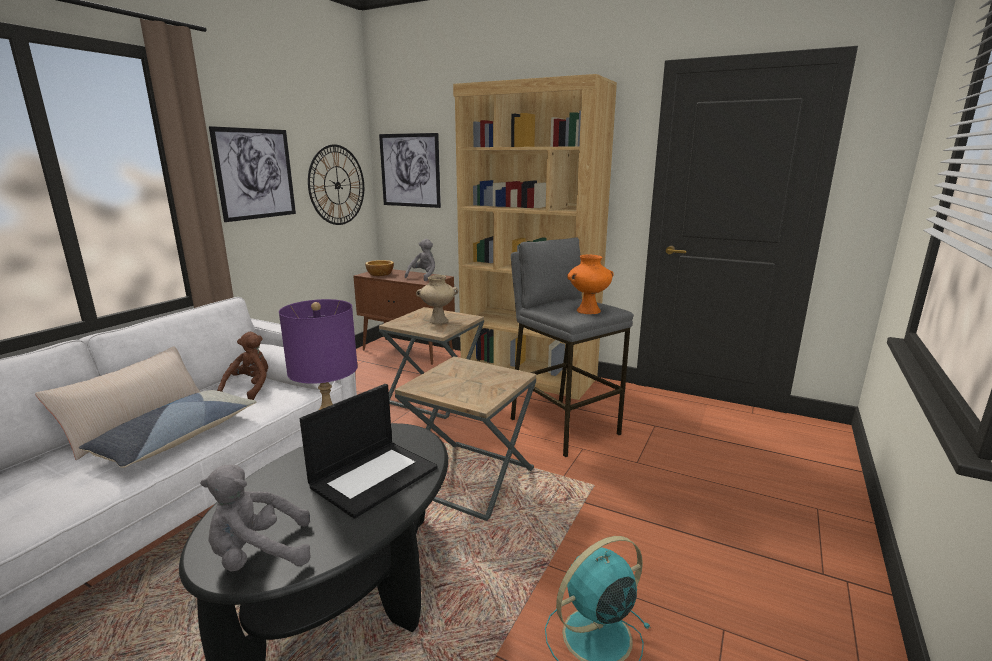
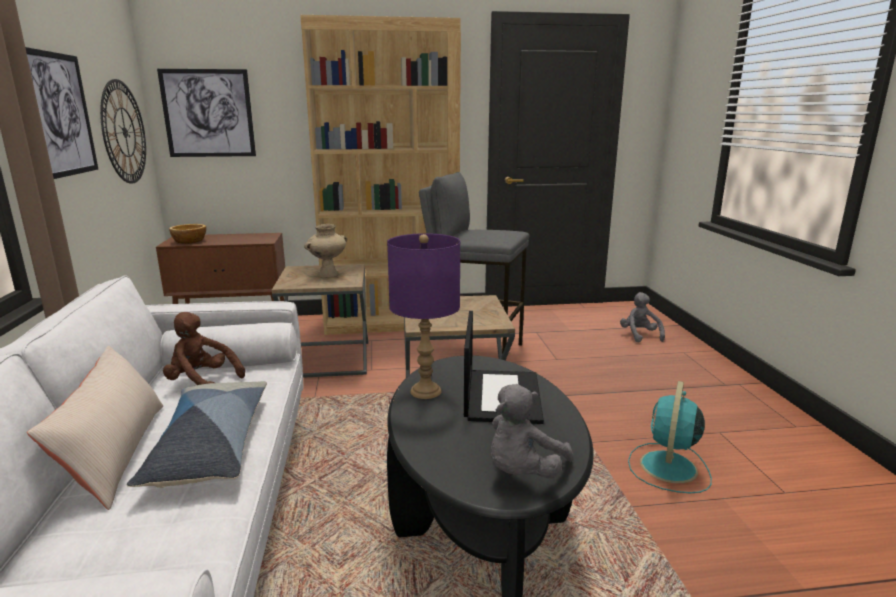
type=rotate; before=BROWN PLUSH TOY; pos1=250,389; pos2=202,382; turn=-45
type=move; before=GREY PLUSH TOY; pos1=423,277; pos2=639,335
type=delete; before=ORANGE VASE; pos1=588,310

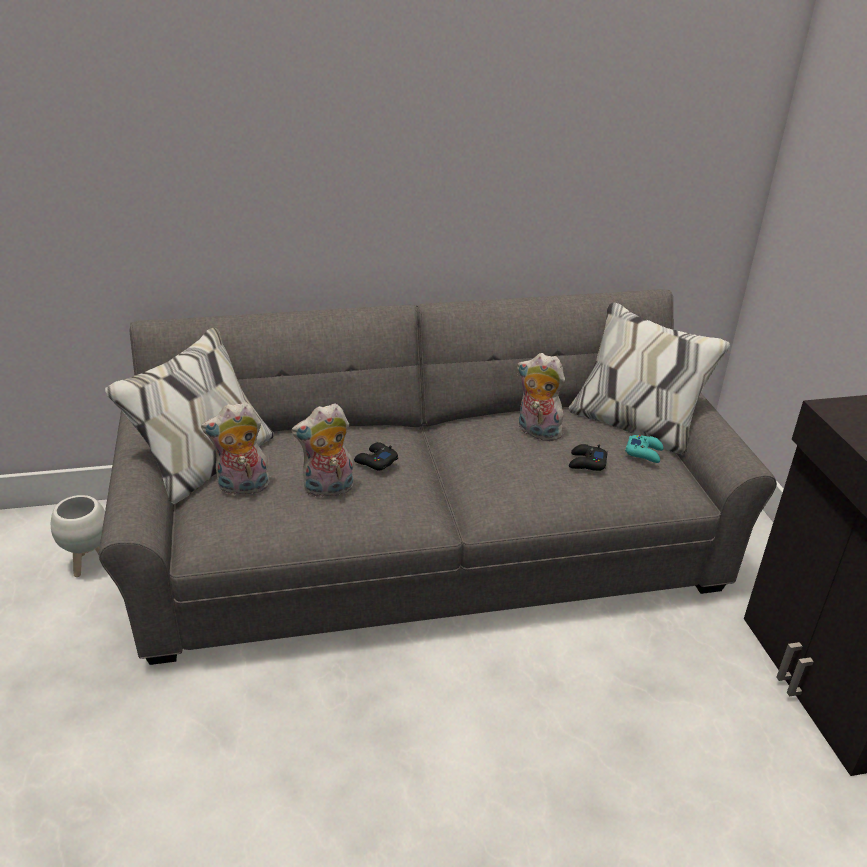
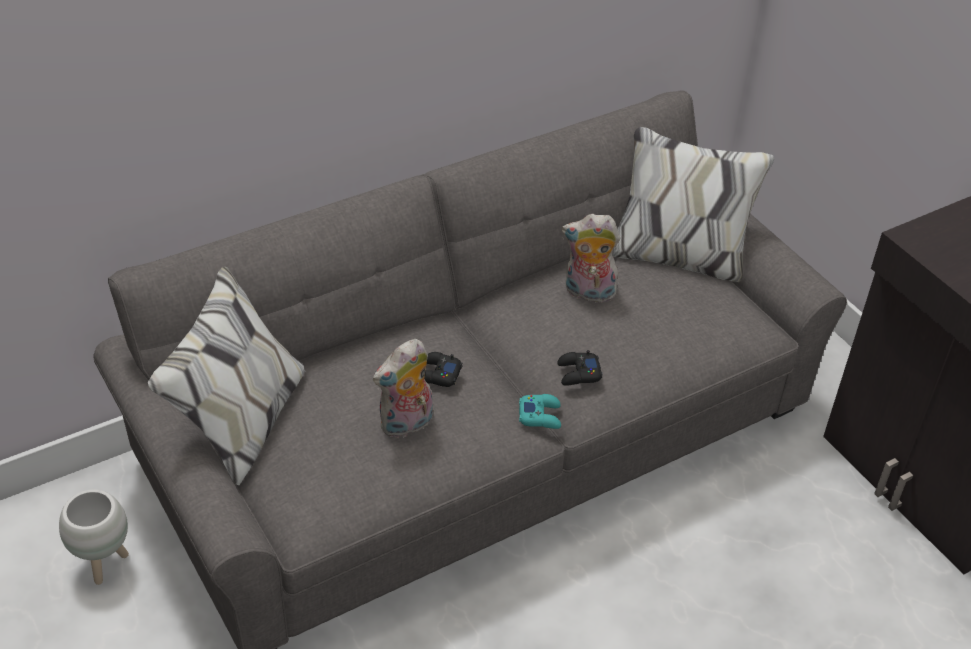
type=move; before=TURQUOISE GAME CONTROLLER; pos1=644,452; pos2=540,415
type=move; before=BLACK GAME CONTROLLER; pos1=586,463; pos2=578,373
type=delete; before=PLUSH TOY; pos1=242,488

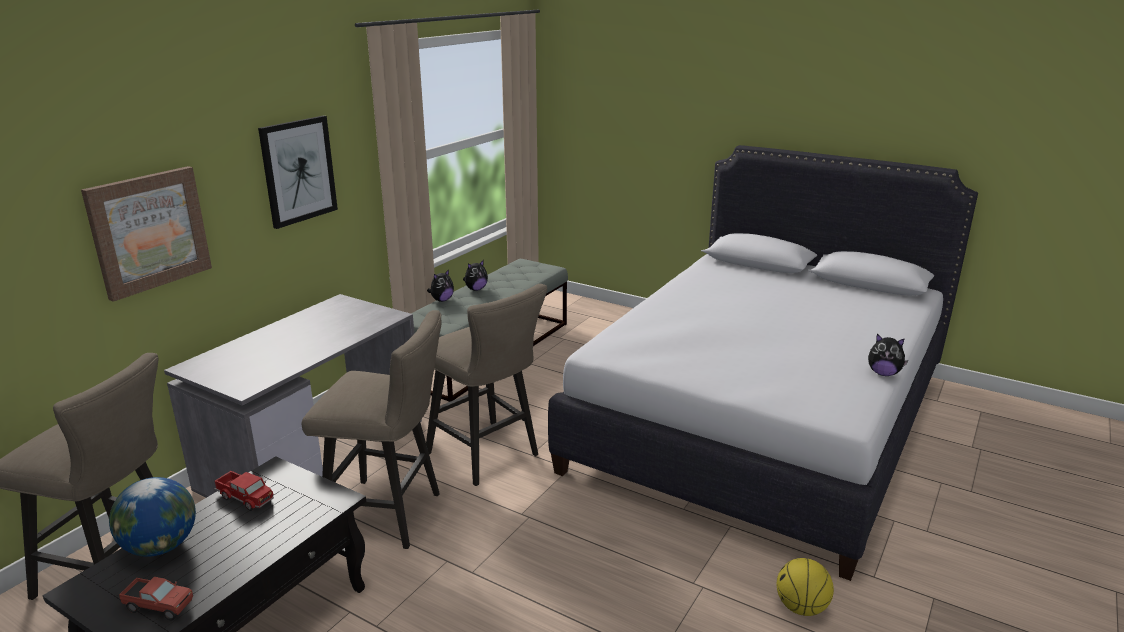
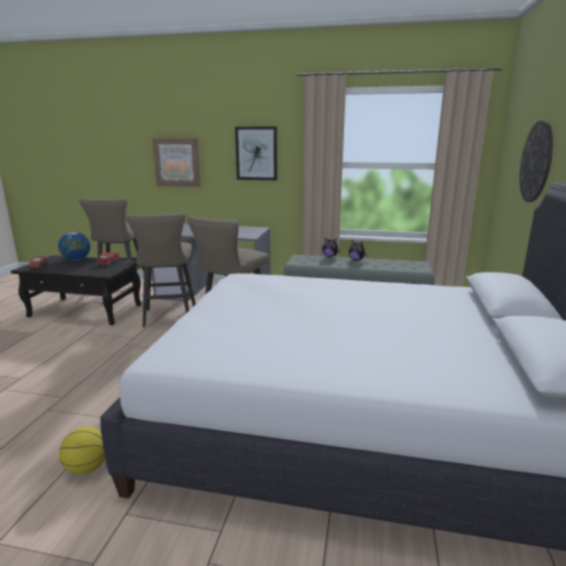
type=insert; after=WALL CLOCK; pos2=536,162
type=delete; before=PLUSH TOY; pos1=883,373

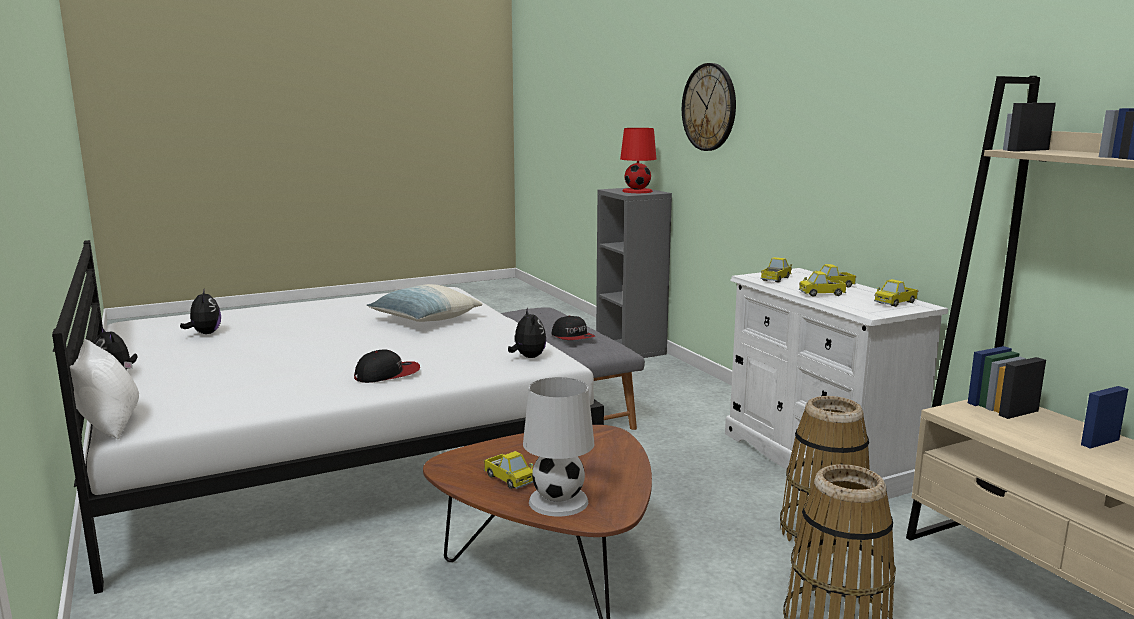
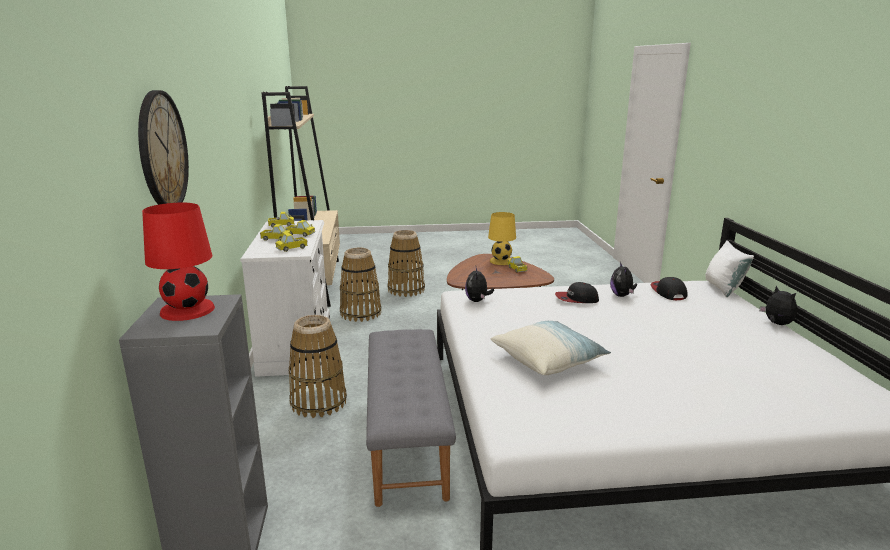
type=insert; after=BASKET; pos2=319,402
type=recolor; before=WHITE TABLE LAMP; after=YELLOW TABLE LAMP; pos1=559,501; pos2=501,261
type=move; before=PLUSH TOY; pos1=205,333; pos2=622,295
type=move; before=CAP; pos1=573,337; pos2=668,292

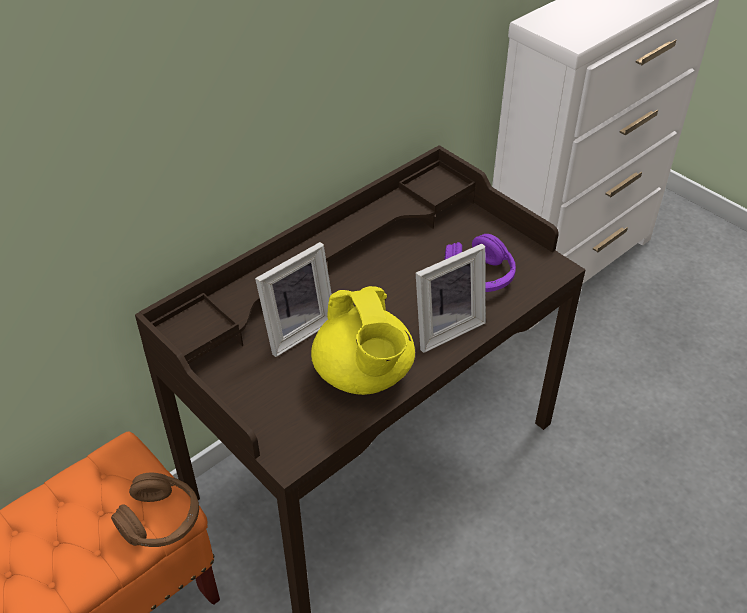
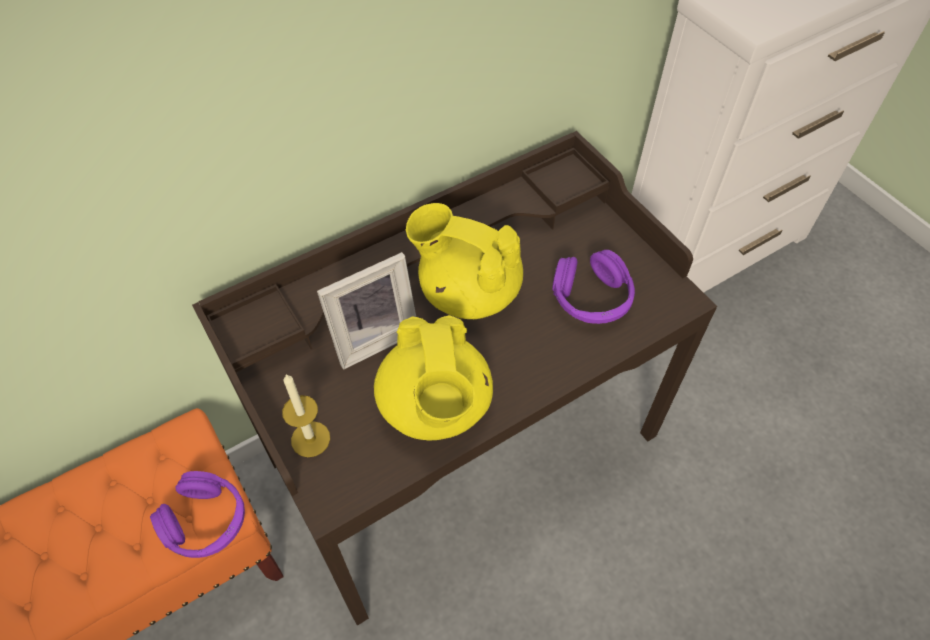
type=recolor; before=BROWN HEADPHONES; after=PURPLE HEADPHONES; pos1=161,520; pos2=206,521
type=insert; after=CANDLE; pos2=310,439
type=insert; after=YELLOW TEAPOT; pos2=468,291
type=delete; before=PICTURE FRAME; pos1=445,327

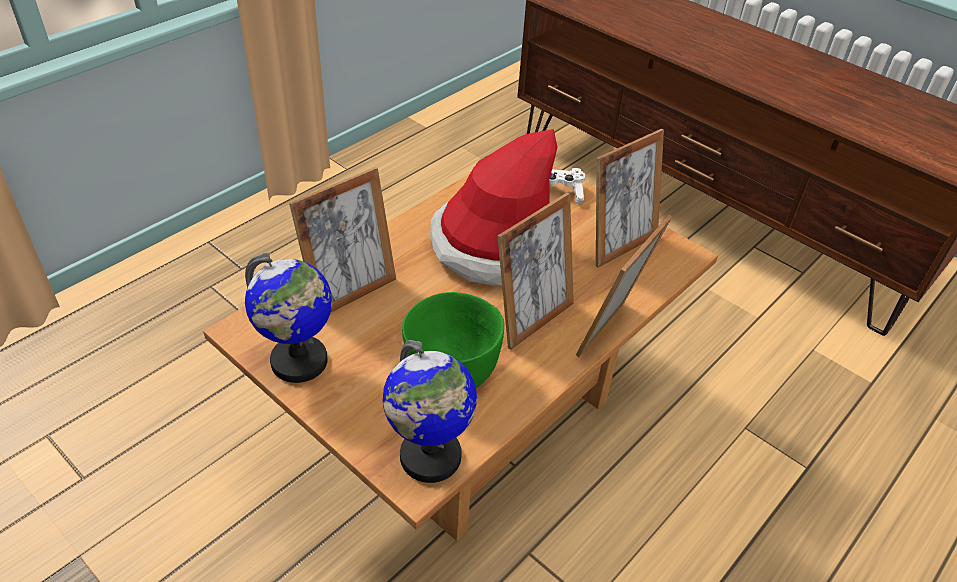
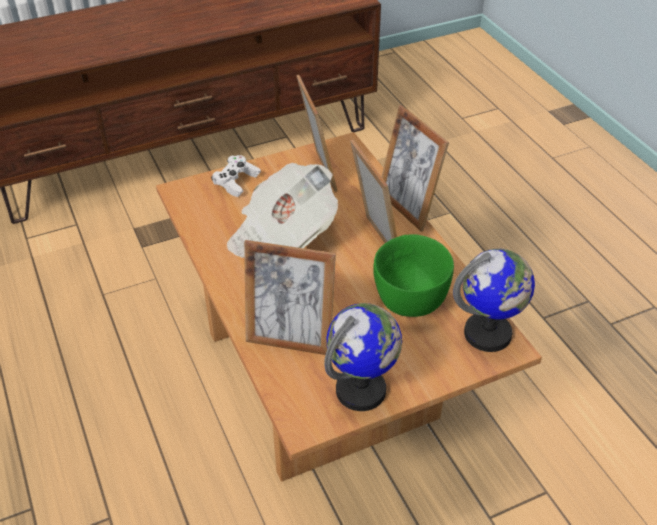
type=replace; before=HAT; after=NEWSPAPER; pos1=494,246; pos2=281,237
type=rotate; before=PICTURE FRAME; pos1=350,291; pos2=290,339; turn=120

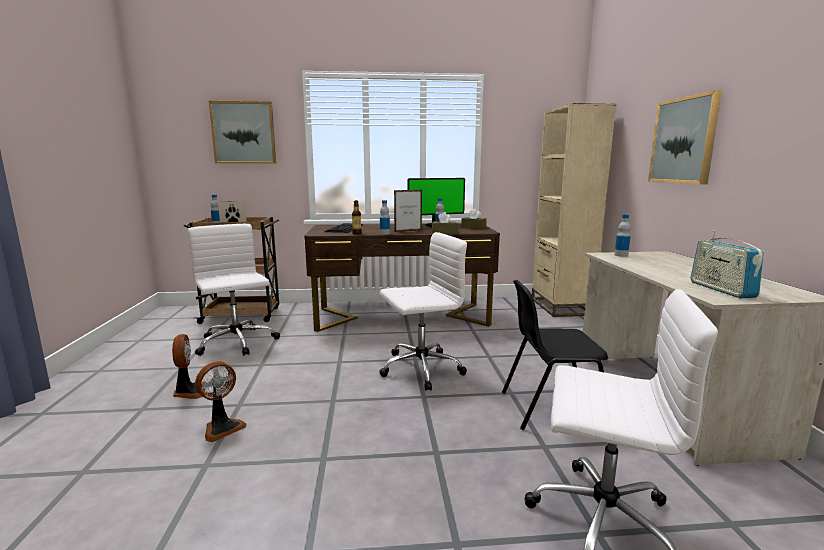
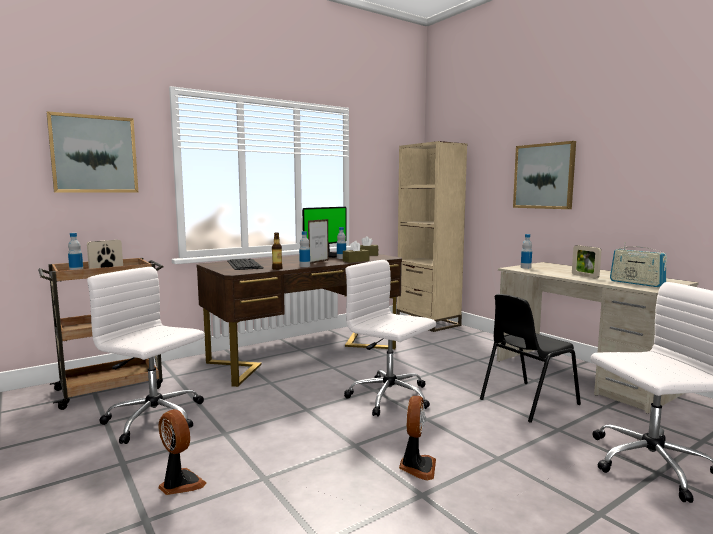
type=rotate; before=WHITE OFFICE CHAIR; pos1=419,369; pos2=390,397; turn=-90
type=move; before=FAN; pos1=222,428; pos2=417,467
type=insert; after=PICTURE FRAME; pos2=585,276

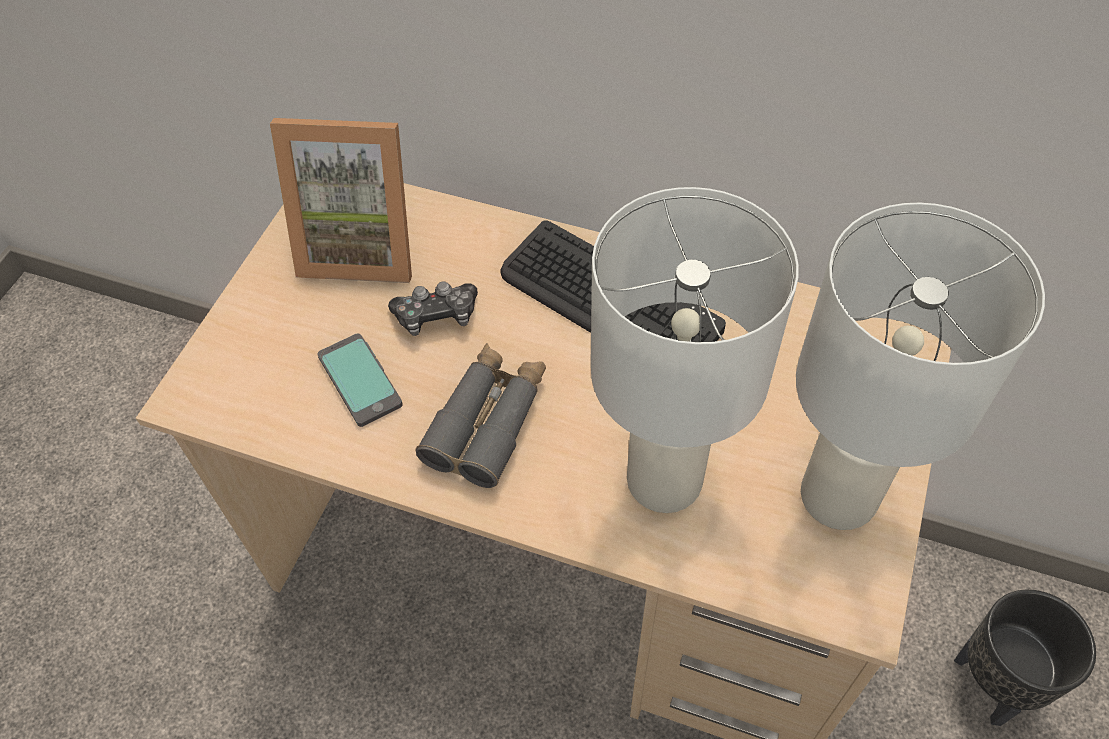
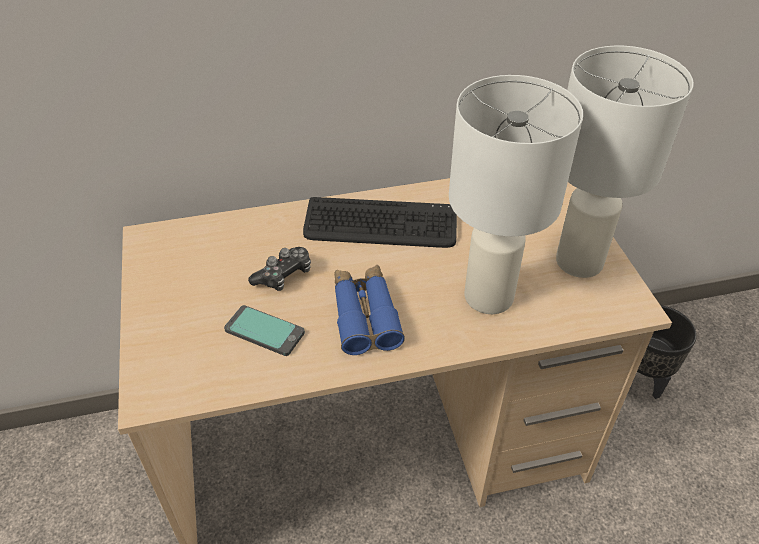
type=recolor; before=GREY BINOCULARS; after=BLUE BINOCULARS; pos1=487,422; pos2=365,315
type=delete; before=PICTURE FRAME; pos1=361,246

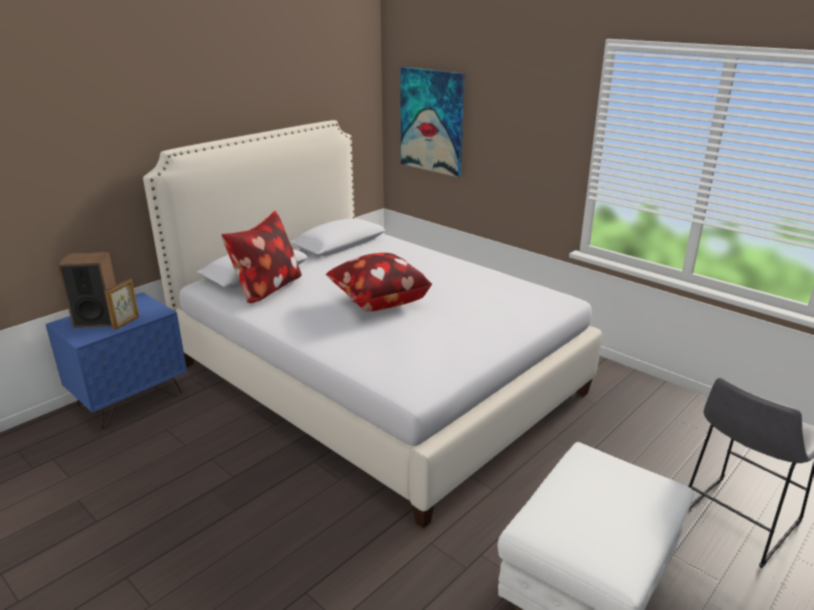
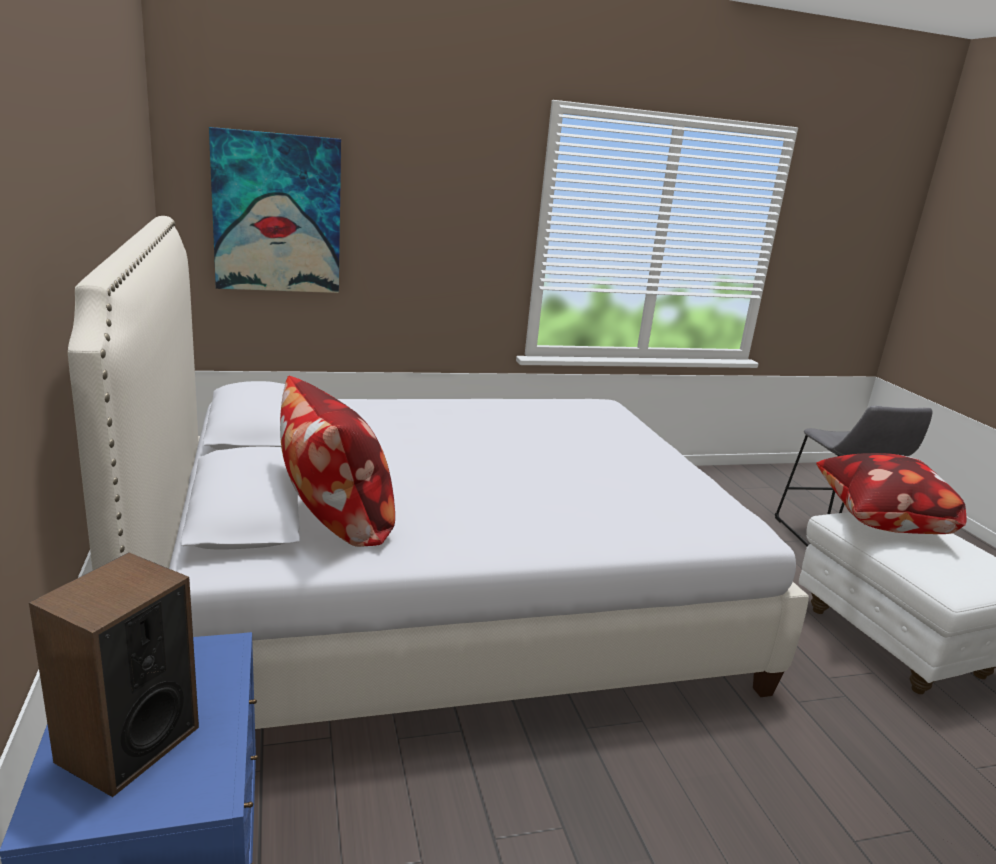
type=move; before=PILLOW; pos1=378,302; pos2=878,522
type=delete; before=PICTURE FRAME; pos1=126,323

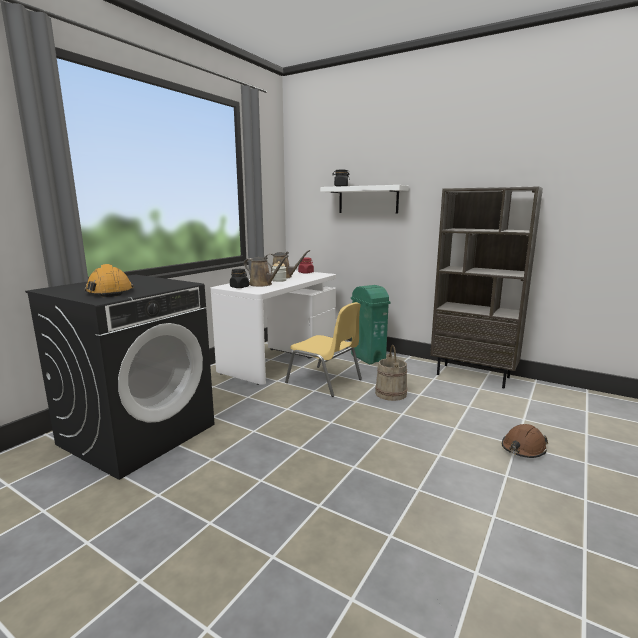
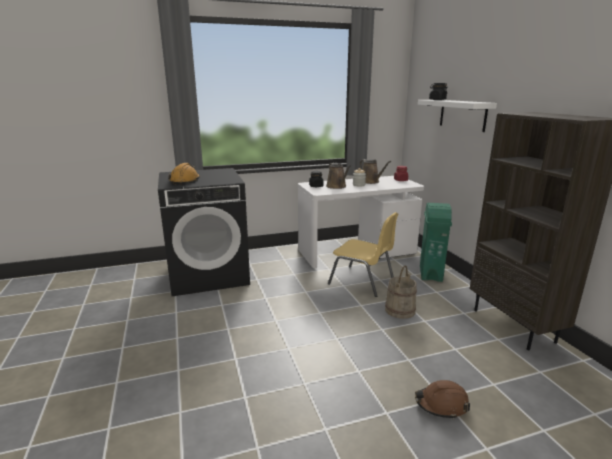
type=rotate; before=YELLOW CHAIR; pos1=325,381; pos2=362,281; turn=-45

